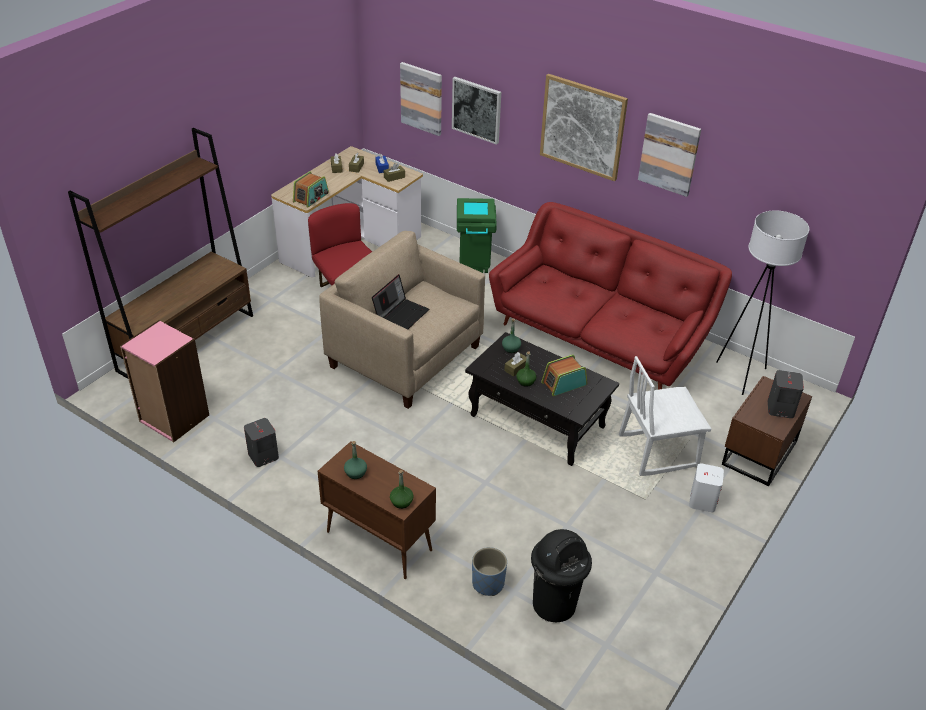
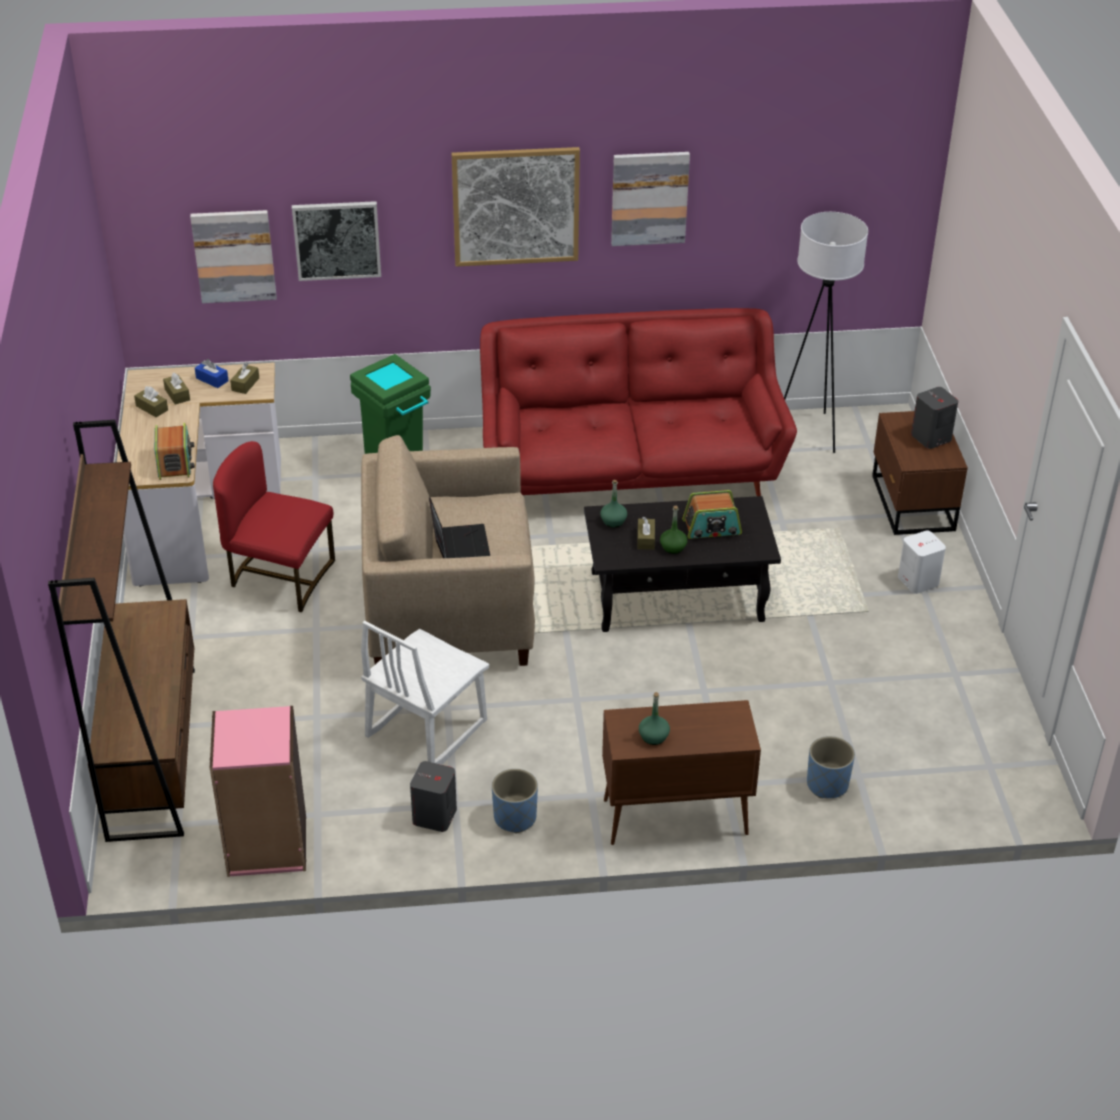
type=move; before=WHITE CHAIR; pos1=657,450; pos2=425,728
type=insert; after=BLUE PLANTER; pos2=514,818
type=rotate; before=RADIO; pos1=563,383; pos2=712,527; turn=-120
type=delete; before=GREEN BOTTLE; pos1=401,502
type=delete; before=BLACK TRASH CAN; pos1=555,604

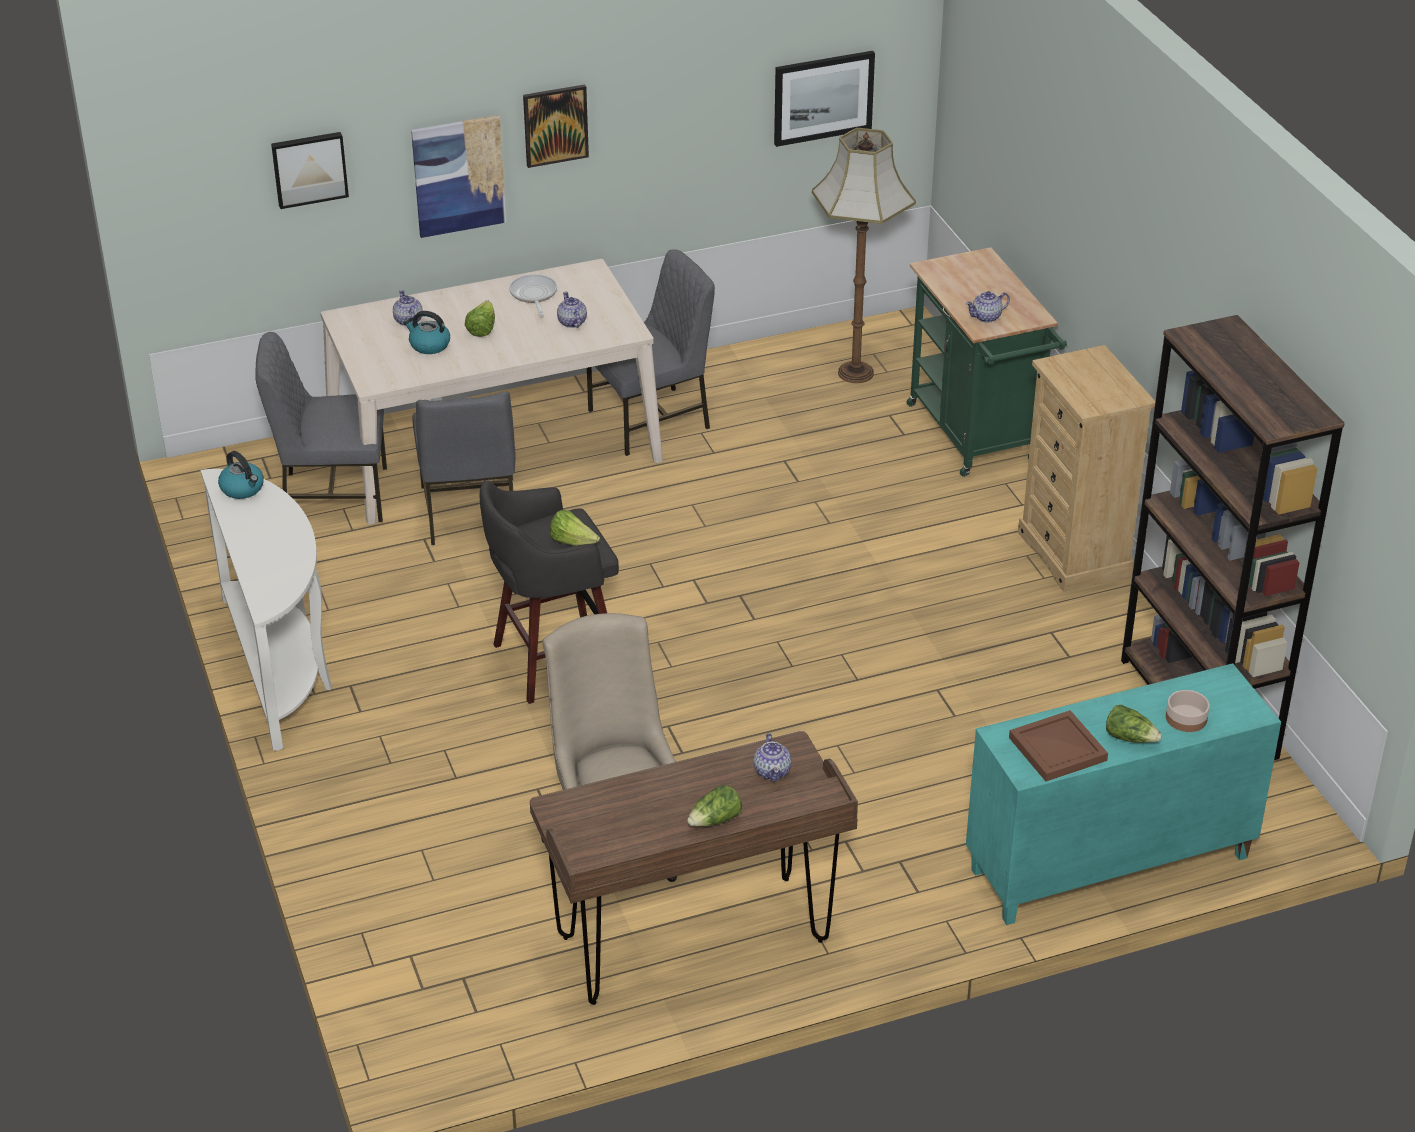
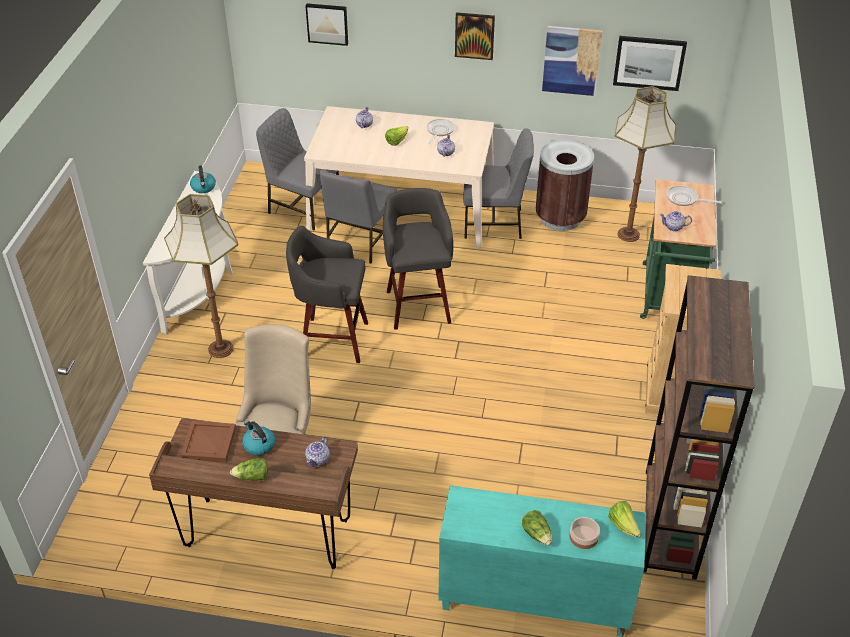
type=insert; after=FLOOR LAMP; pos2=219,349
type=move; before=BROWN TRAY; pos1=1058,748; pos2=210,442
type=move; before=KETTLE; pos1=429,345; pos2=258,445
type=insert; after=GREY STOOL; pos2=418,305
type=insert; after=BROWN TRASH CAN; pos2=560,218
type=move; before=PICTURE; pos1=458,175; pos2=571,60
type=move; before=LETTUCE; pos1=573,542; pos2=623,526
type=insert; after=FRYING PAN; pos2=684,199

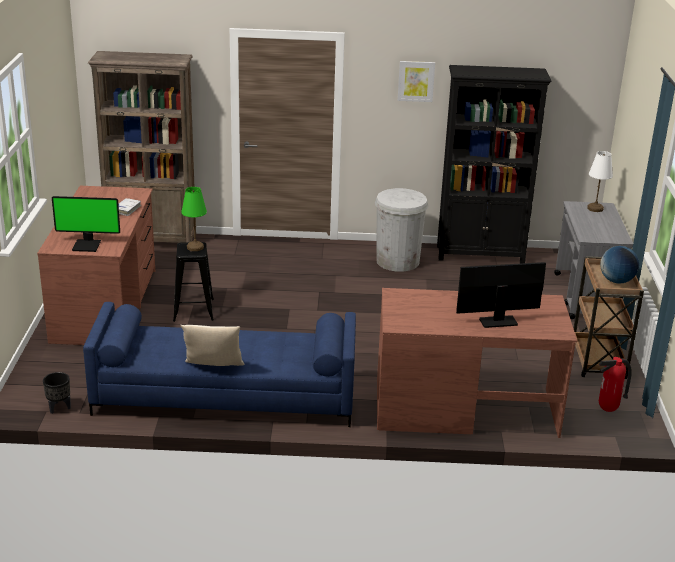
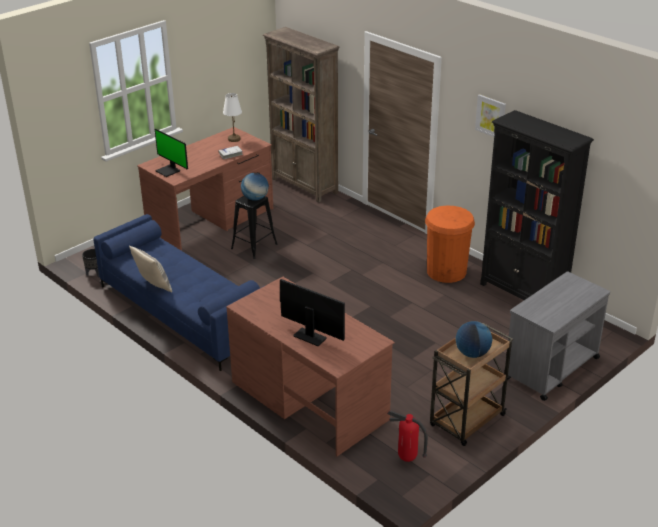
type=move; before=WHITE TABLE LAMP; pos1=595,208; pos2=234,139
type=replace; before=GREEN TABLE LAMP; after=GLOBE; pos1=195,247; pos2=255,198
type=recolor; before=WHITE TRASH CAN; after=ORANGE TRASH CAN; pos1=397,261; pos2=446,271

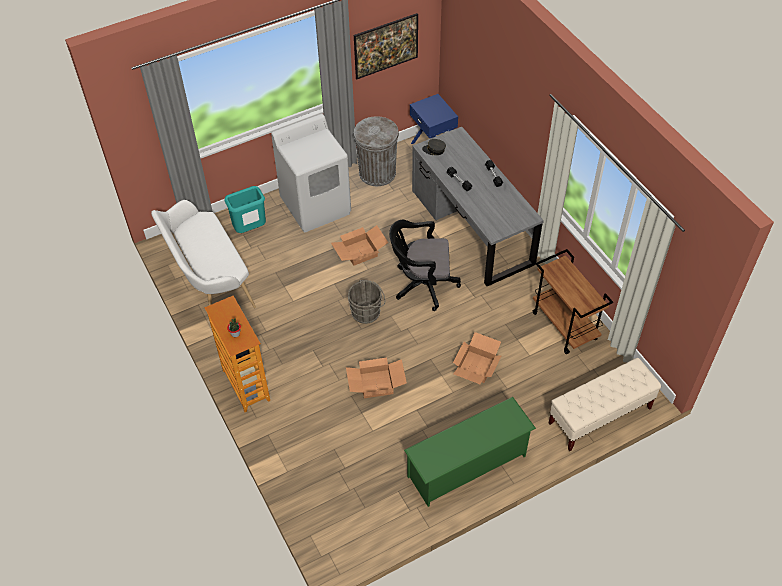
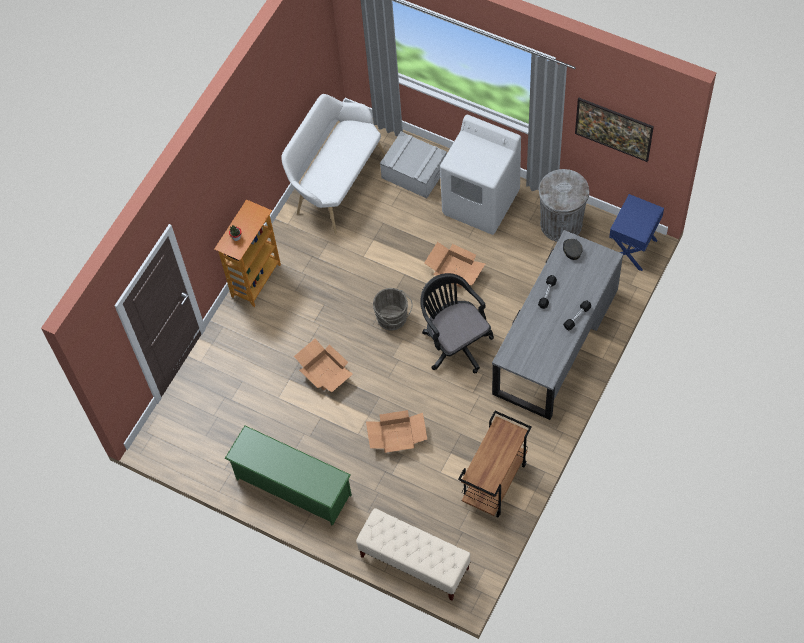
type=replace; before=TURQUOISE TRASH CAN; after=GREY STORAGE BOX; pos1=250,230; pos2=414,172

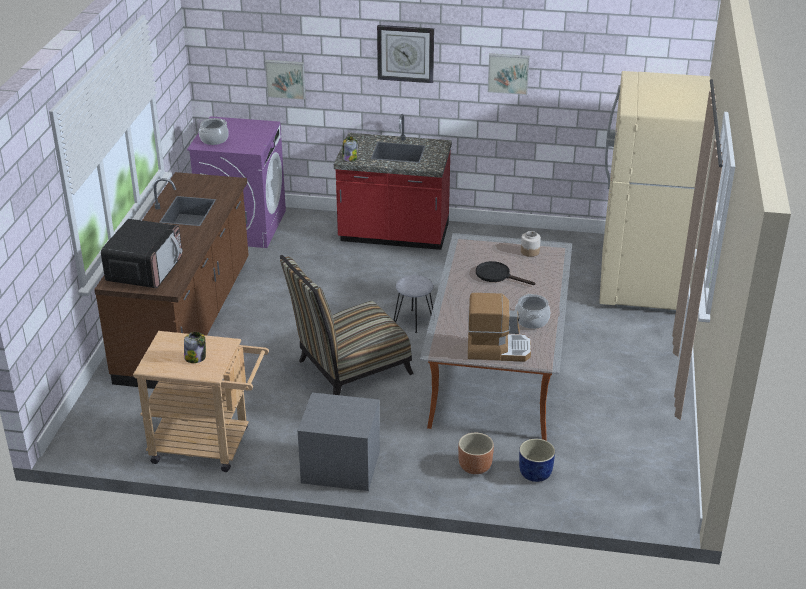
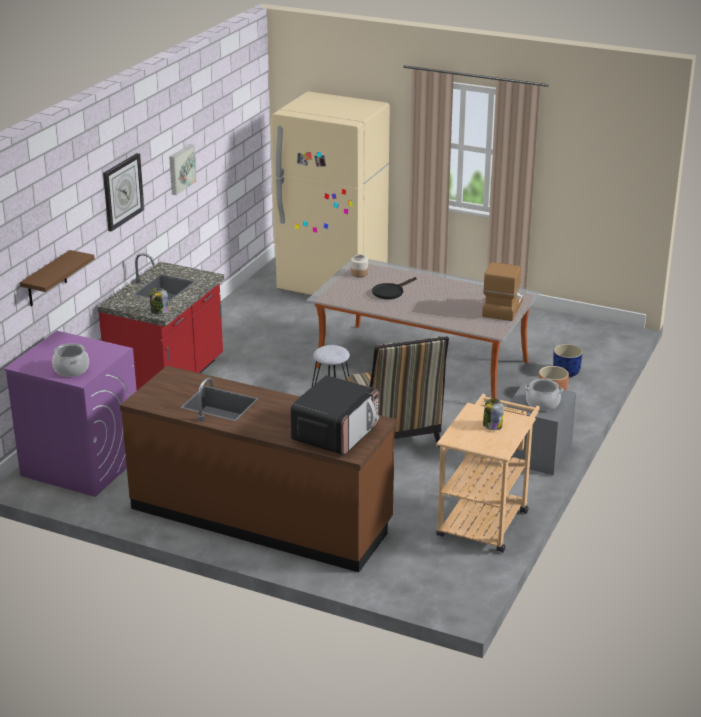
type=replace; before=PICTURE; after=BROWN SHELF; pos1=286,78; pos2=46,279
type=rotate; before=MICROWAVE; pos1=145,270; pos2=335,433; turn=90
type=move; before=COOKING POT; pos1=532,320; pos2=542,403

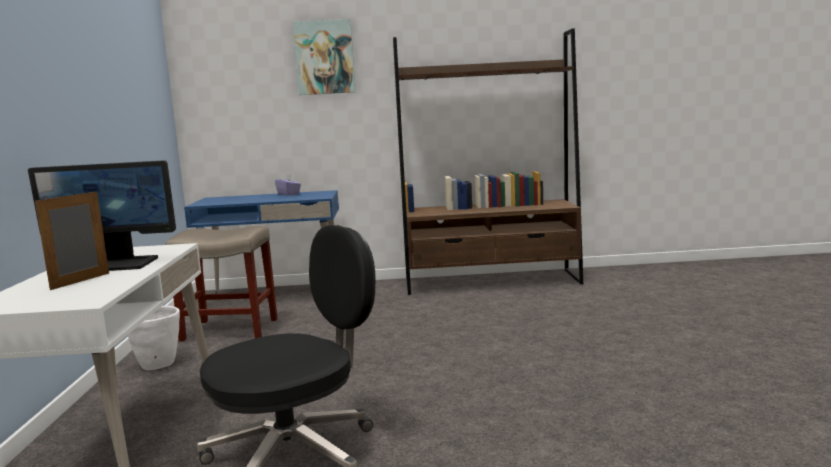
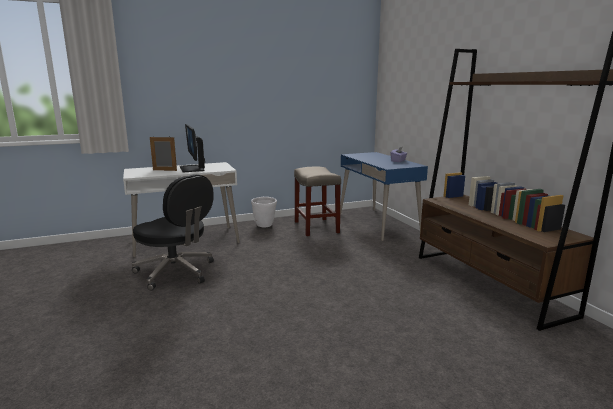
type=delete; before=PICTURE; pos1=324,57

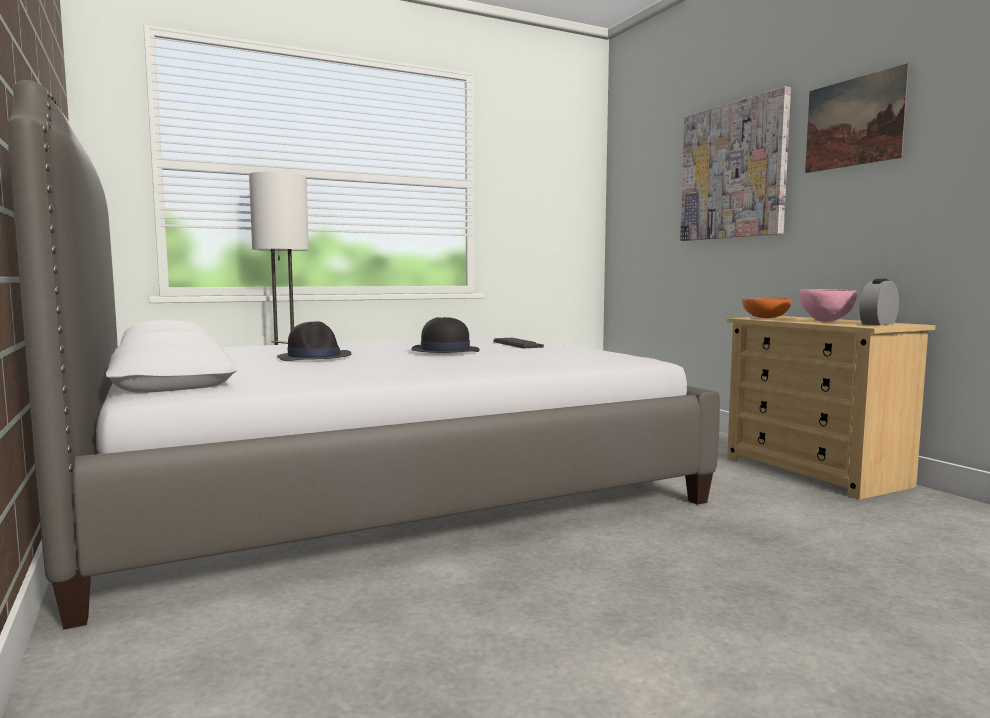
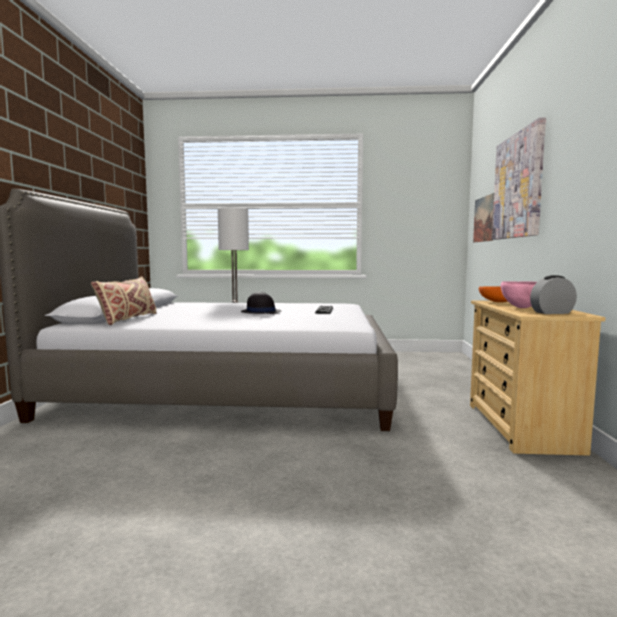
type=insert; after=BEIGE PILLOW; pos2=128,319
type=move; before=PICTURE; pos1=854,122; pos2=484,219
type=delete; before=BLACK HAT; pos1=315,357

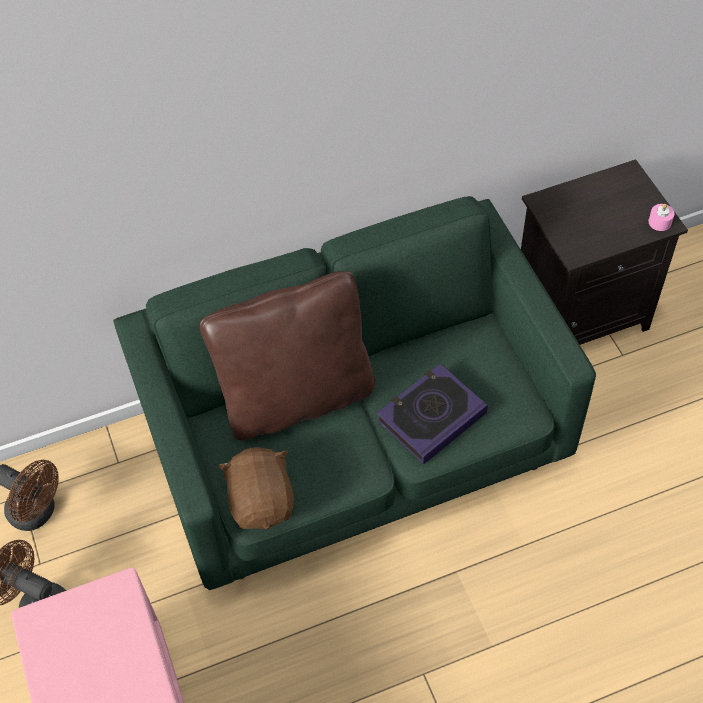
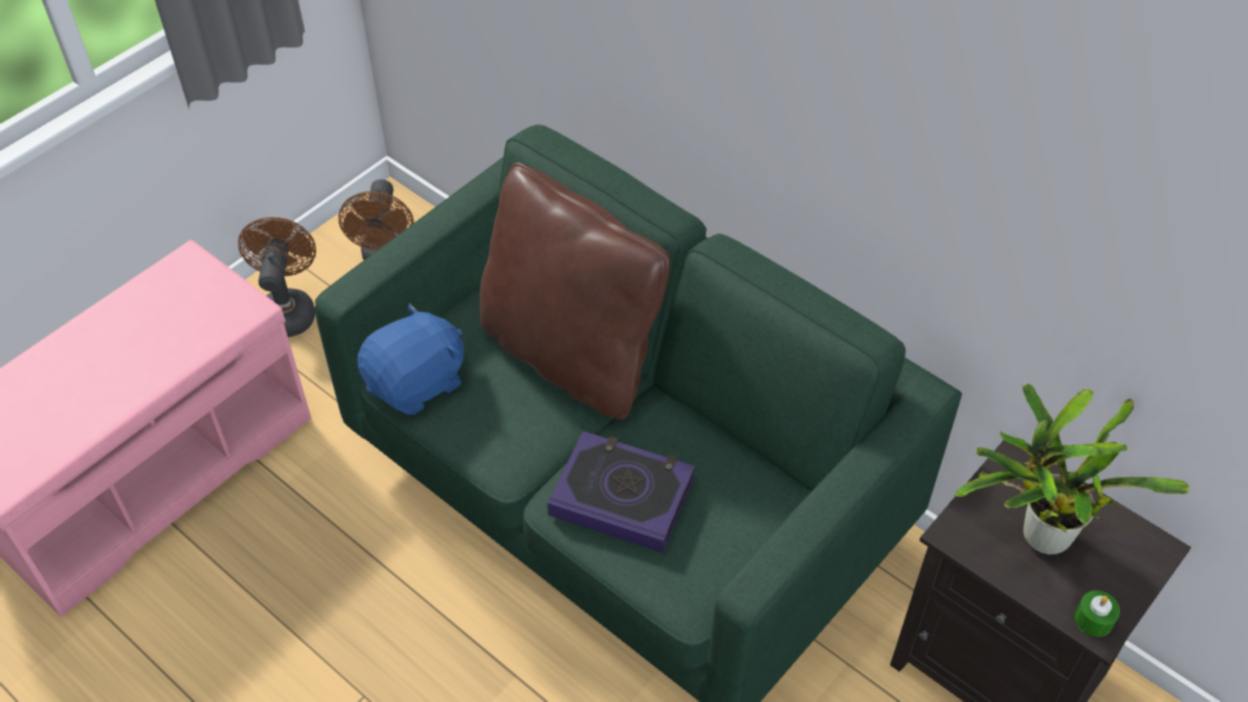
type=recolor; before=BROWN PLUSH TOY; after=BLUE PLUSH TOY; pos1=262,501; pos2=417,383
type=insert; after=POTTED PLANT; pos2=1037,535
type=recolor; before=PINK CANDLE; after=GREEN CANDLE; pos1=659,222; pos2=1093,619

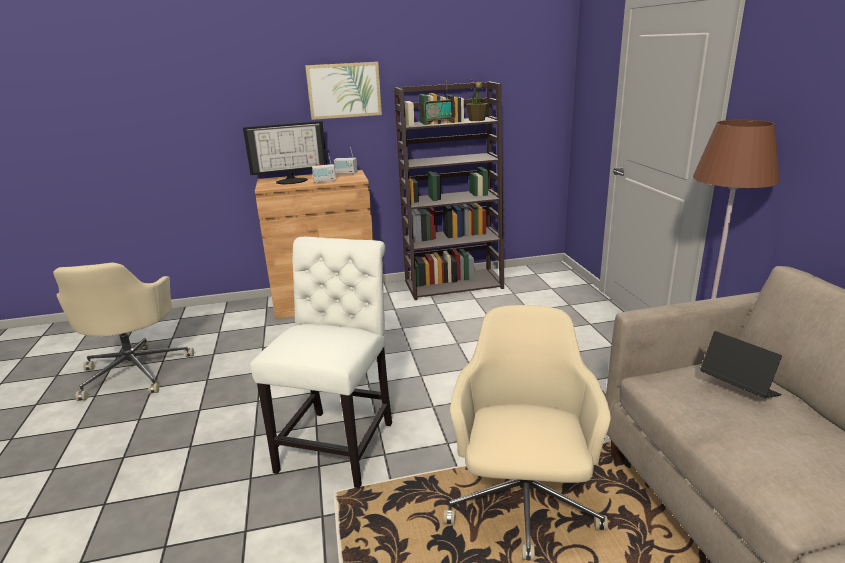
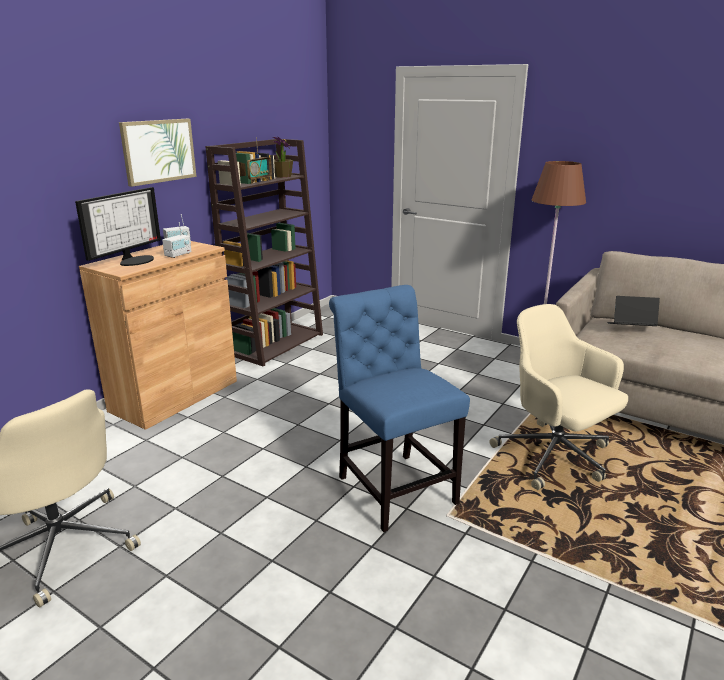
type=recolor; before=WHITE CHAIR; after=BLUE CHAIR; pos1=340,442; pos2=393,486

